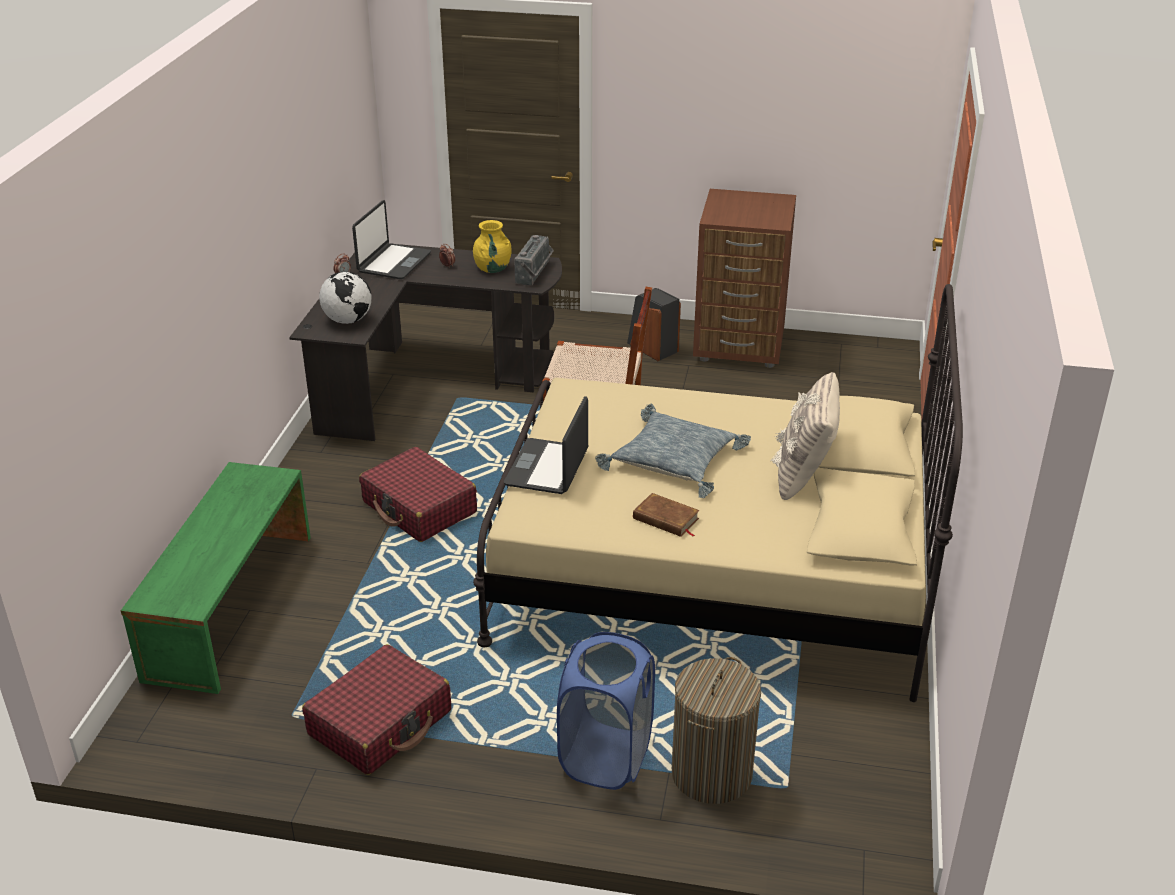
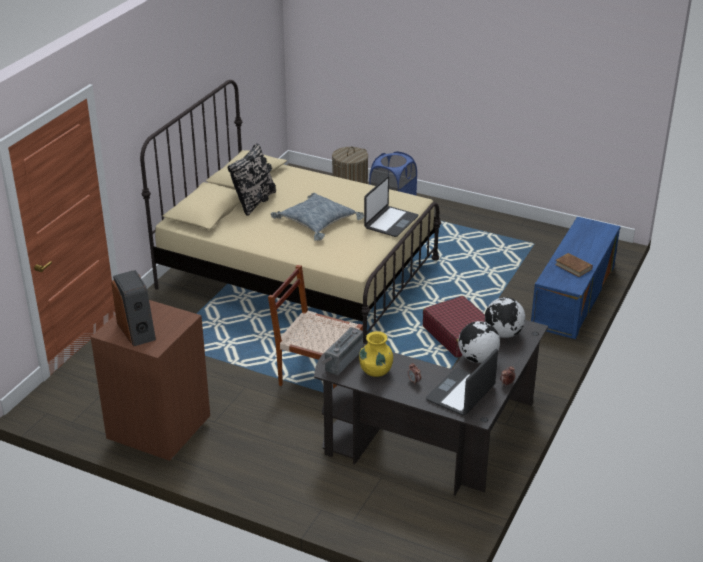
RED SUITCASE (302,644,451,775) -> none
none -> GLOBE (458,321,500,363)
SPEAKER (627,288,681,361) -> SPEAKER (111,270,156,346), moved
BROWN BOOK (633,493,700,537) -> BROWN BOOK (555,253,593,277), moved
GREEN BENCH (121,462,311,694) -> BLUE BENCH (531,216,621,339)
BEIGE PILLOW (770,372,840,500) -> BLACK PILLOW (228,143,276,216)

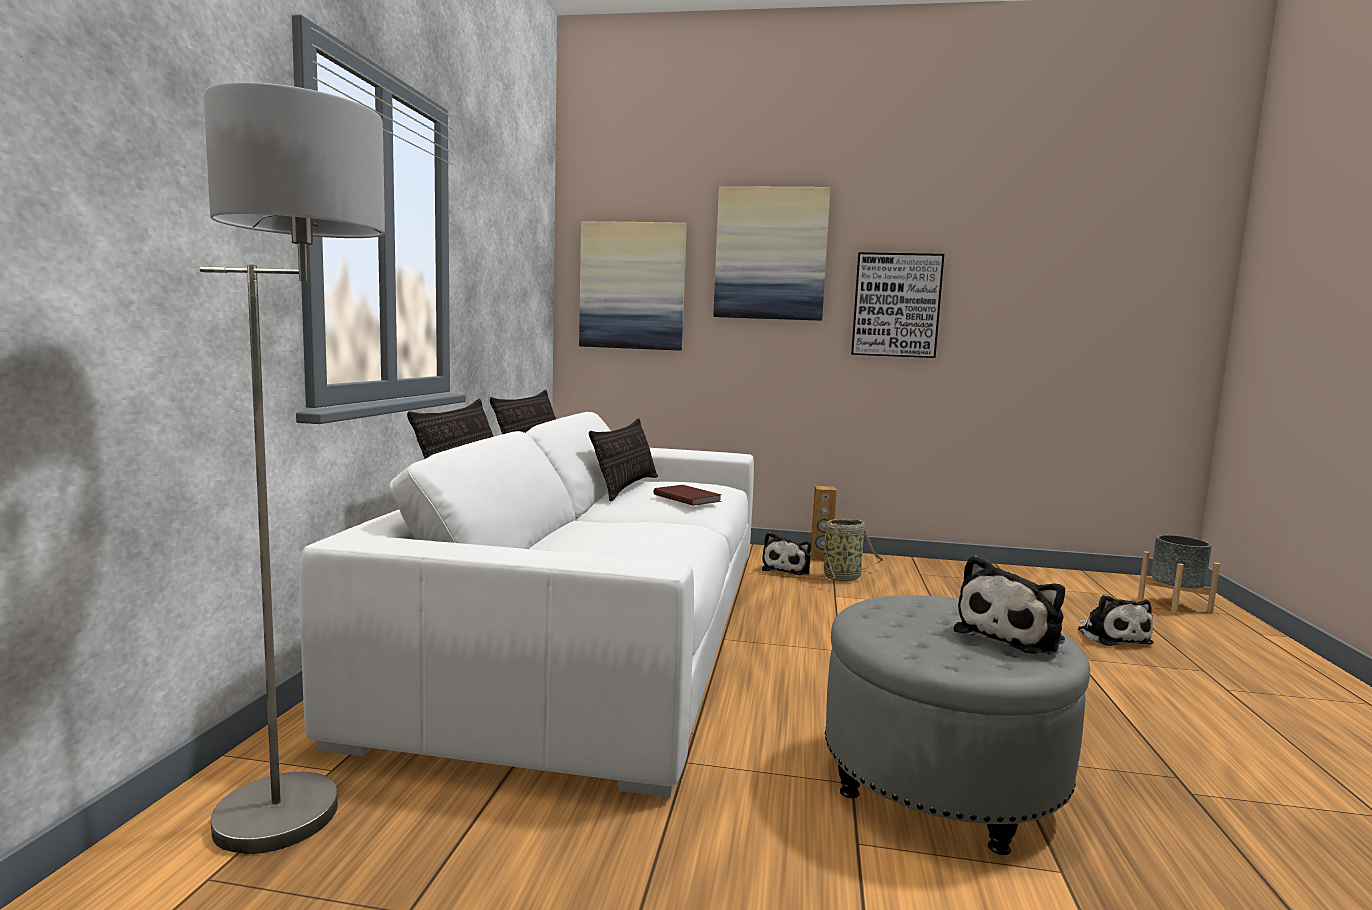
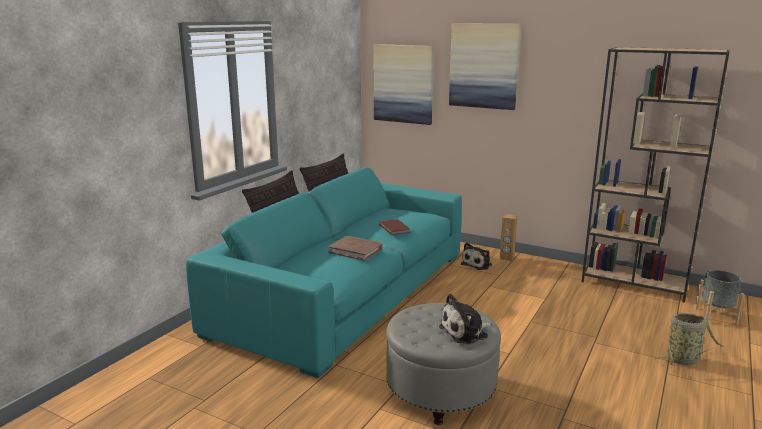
GREY FLOOR LAMP (200,82,385,854) -> none
PILLOW (589,418,658,502) -> none
PICTURE (851,252,944,358) -> none
PLUSH TOY (1078,595,1154,646) -> none
none -> BROWN BOOK (328,236,383,261)
none -> BOOKCASE (581,47,730,303)
BASKET (811,519,883,581) -> BASKET (655,313,724,366), moved
WHITE SOFA (300,412,754,798) -> TURQUOISE SOFA (186,167,462,378)

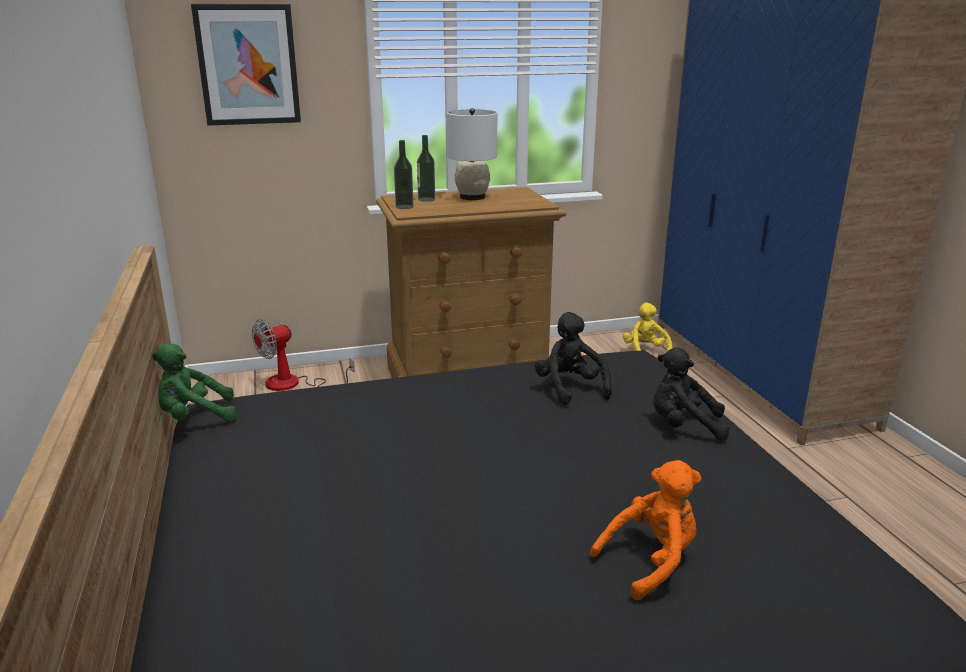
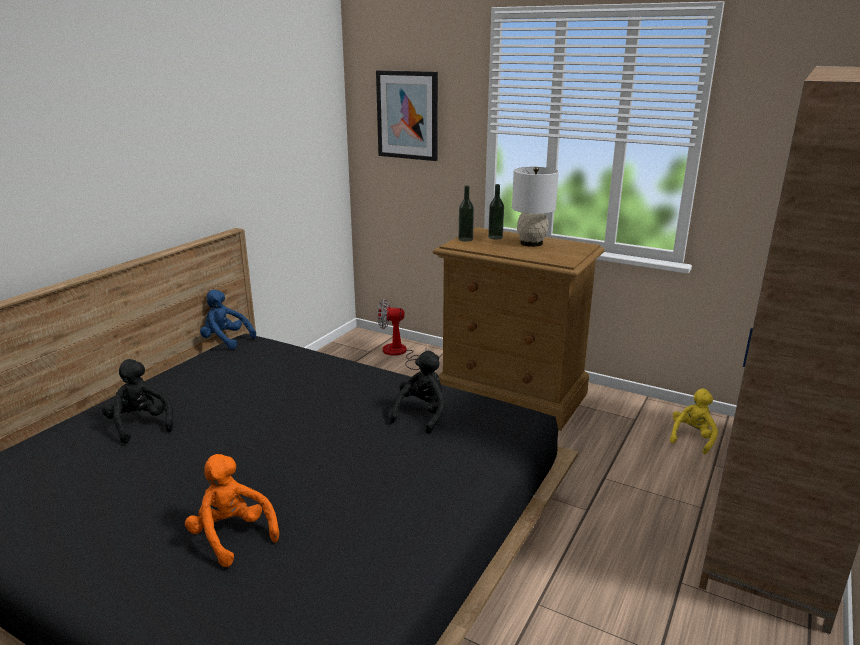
BLACK PLUSH TOY (653,347,729,441) -> BLACK PLUSH TOY (102,359,173,443), moved
GREEN PLUSH TOY (152,343,237,422) -> BLUE PLUSH TOY (200,290,256,349)
ORANGE PLUSH TOY (590,460,702,600) -> ORANGE PLUSH TOY (185,454,279,567), 150 degrees counterclockwise

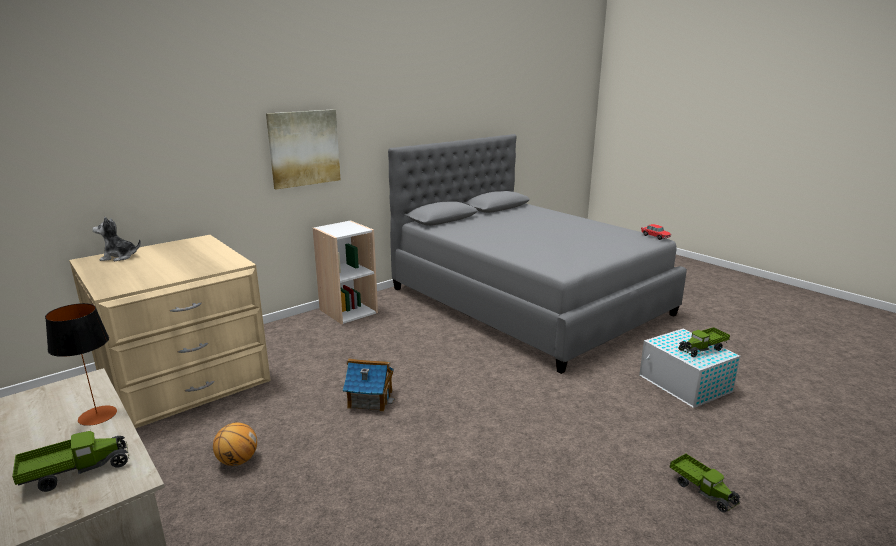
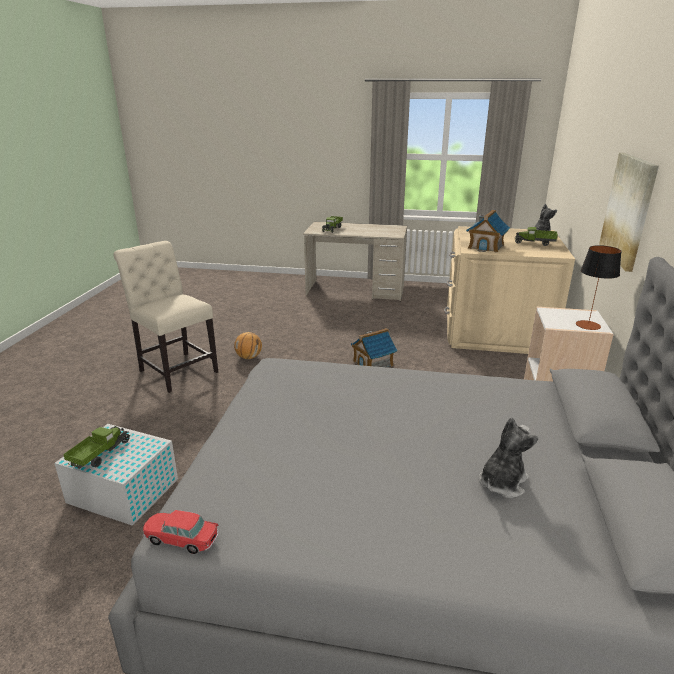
none -> BEIGE CHAIR (113,241,218,393)
none -> TOY HOUSE (466,209,510,253)
none -> PLUSH TOY (479,417,538,498)
TABLE LAMP (45,303,117,426) -> TABLE LAMP (576,245,621,330), moved
BASKETBALL (213,422,257,466) -> BASKETBALL (234,332,262,359), moved
TOY TRUCK (670,454,741,513) -> TOY TRUCK (515,227,558,246), moved

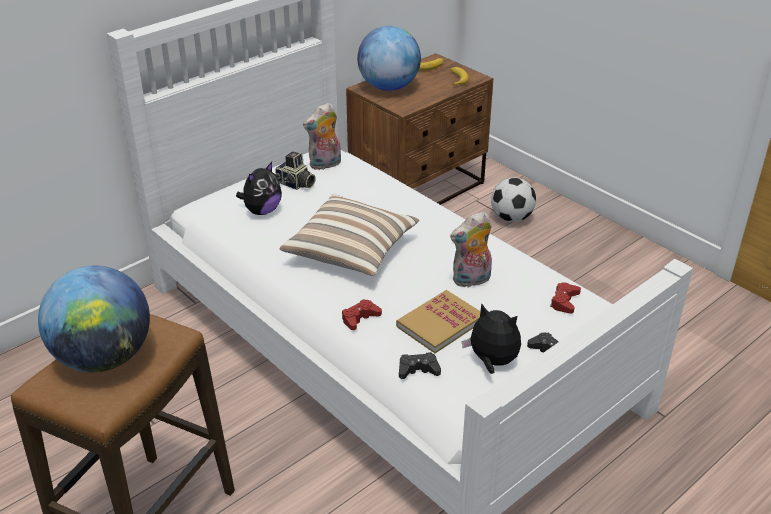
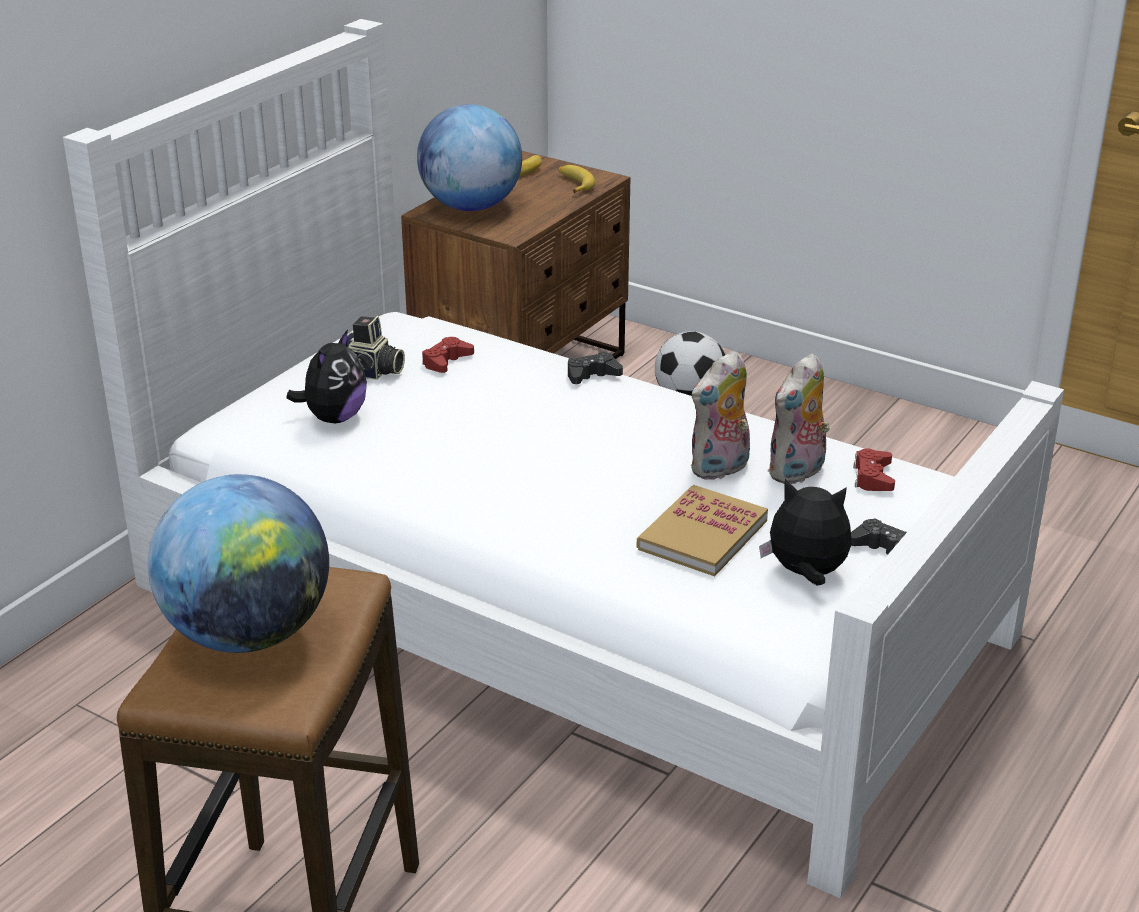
PILLOW (280,195,420,276) -> none
PLUSH TOY (303,103,341,170) -> PLUSH TOY (767,353,830,484), moved
RED GAME CONTROLLER (342,299,382,330) -> RED GAME CONTROLLER (422,337,474,373), moved
BLACK GAME CONTROLLER (399,352,441,379) -> BLACK GAME CONTROLLER (568,352,623,384), moved

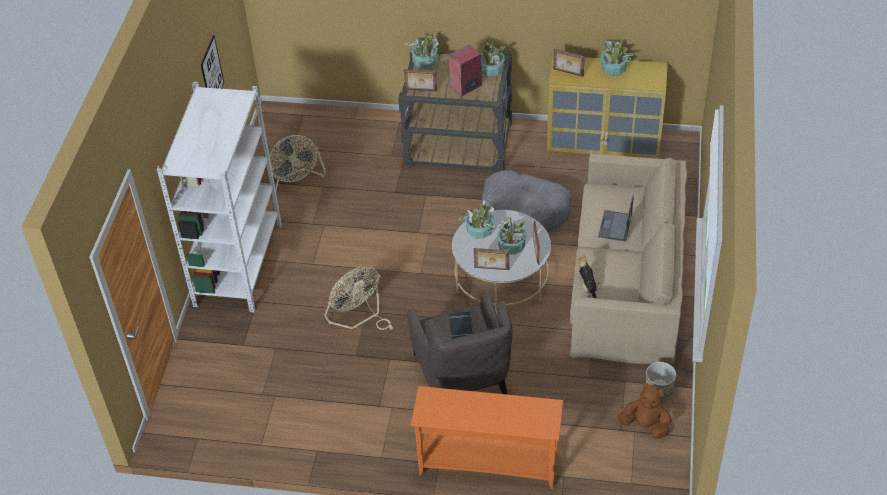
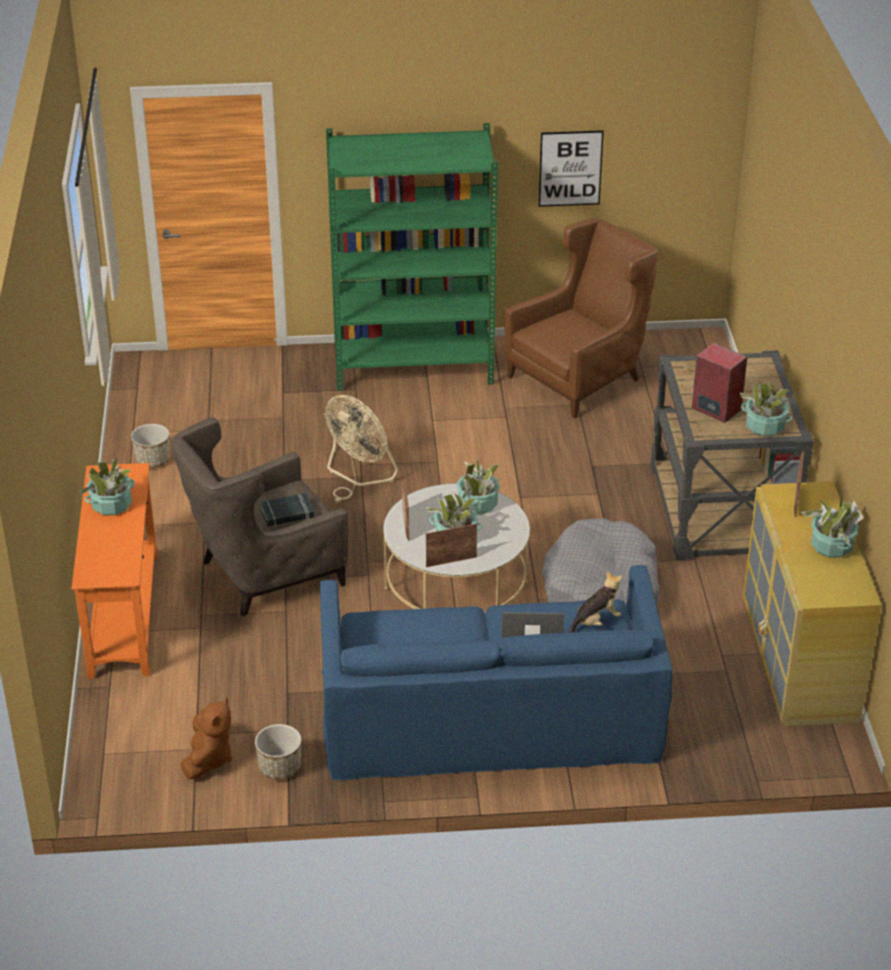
PICTURE FRAME (404,69,437,91) -> none
none -> PLANTER (131,424,170,468)
POTTED PLANT (405,31,439,68) -> POTTED PLANT (79,458,135,515), moved
PLUSH TOY (576,253,600,298) -> PLUSH TOY (568,571,622,633), moved
BEIGE FAN (270,135,326,193) -> BROWN ARMCHAIR (505,219,658,419)
WHITE BOOKCASE (157,82,282,312) -> GREEN BOOKCASE (326,123,498,391)
BEIGE SOFA (570,154,687,364) -> BLUE SOFA (320,565,672,780)

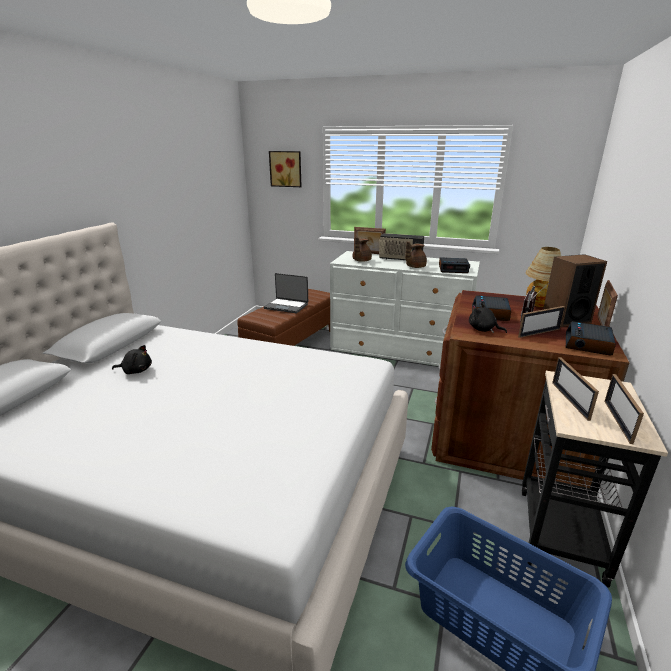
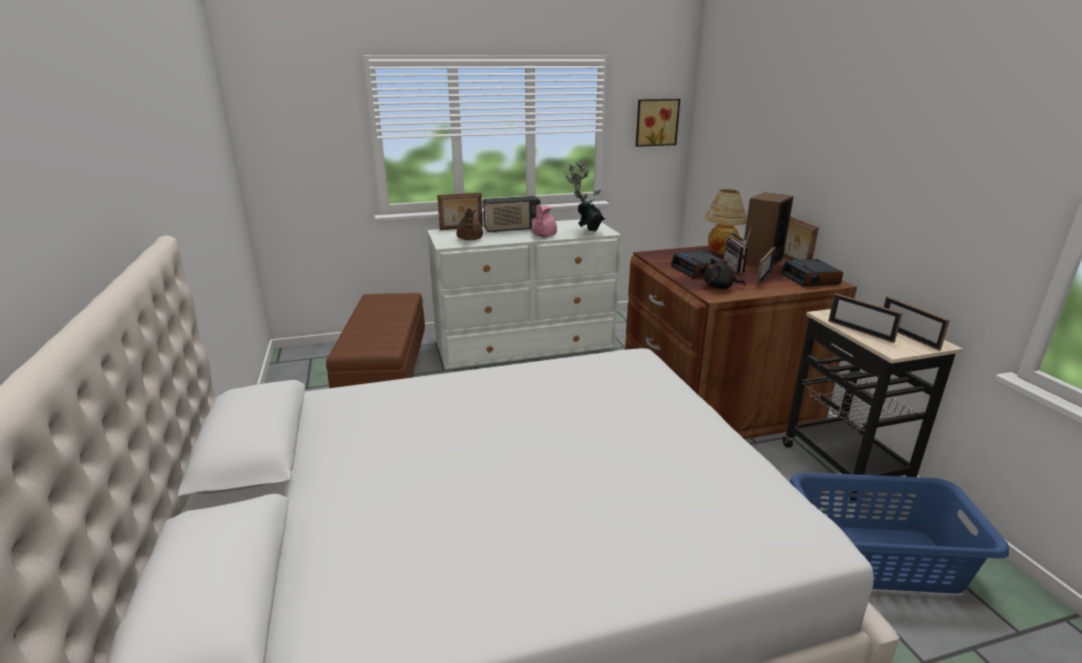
BLACK PLUSH TOY (112,345,152,374) -> none
LAPTOP (264,273,308,313) -> none
PICTURE (269,151,302,187) -> PICTURE (636,99,680,147), moved
ALARM CLOCK (439,258,470,273) -> POTTED PLANT (565,160,606,232)
BROWN TEAPOT (405,242,427,268) -> PINK TEAPOT (531,205,557,237)

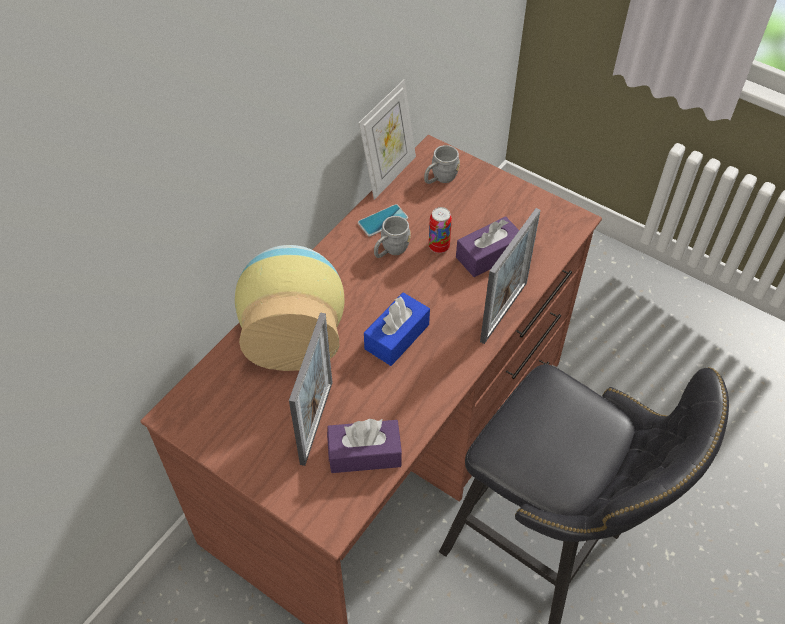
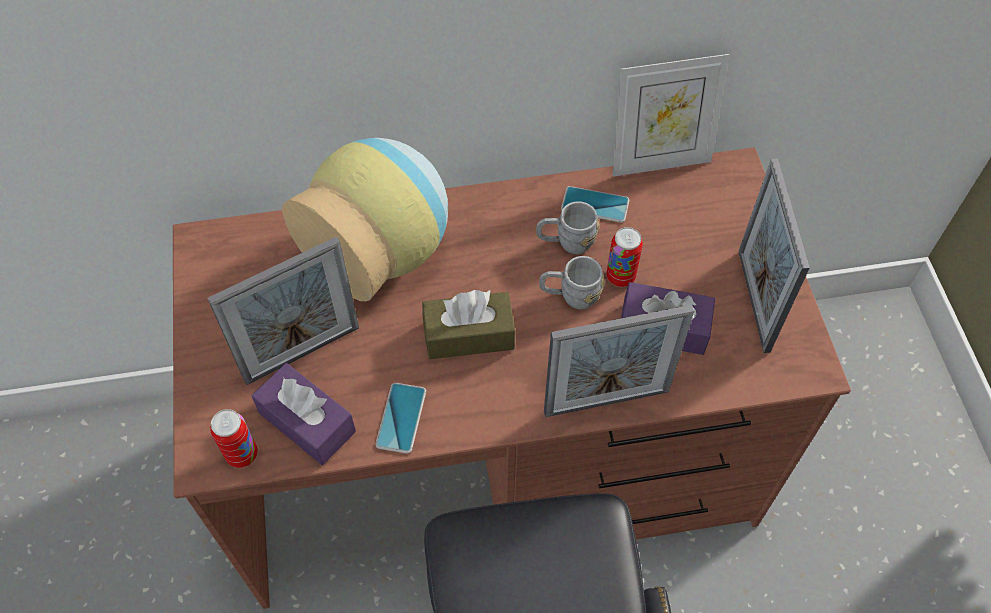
none -> CAN (210,409,258,468)
none -> PHONE (375,383,426,454)
none -> PICTURE FRAME (738,159,810,353)
GREY MUG (424,145,460,184) -> GREY MUG (539,256,605,310), moved
BLUE TISSUE BOX (364,292,430,366) -> BROWN TISSUE BOX (422,290,515,359)

